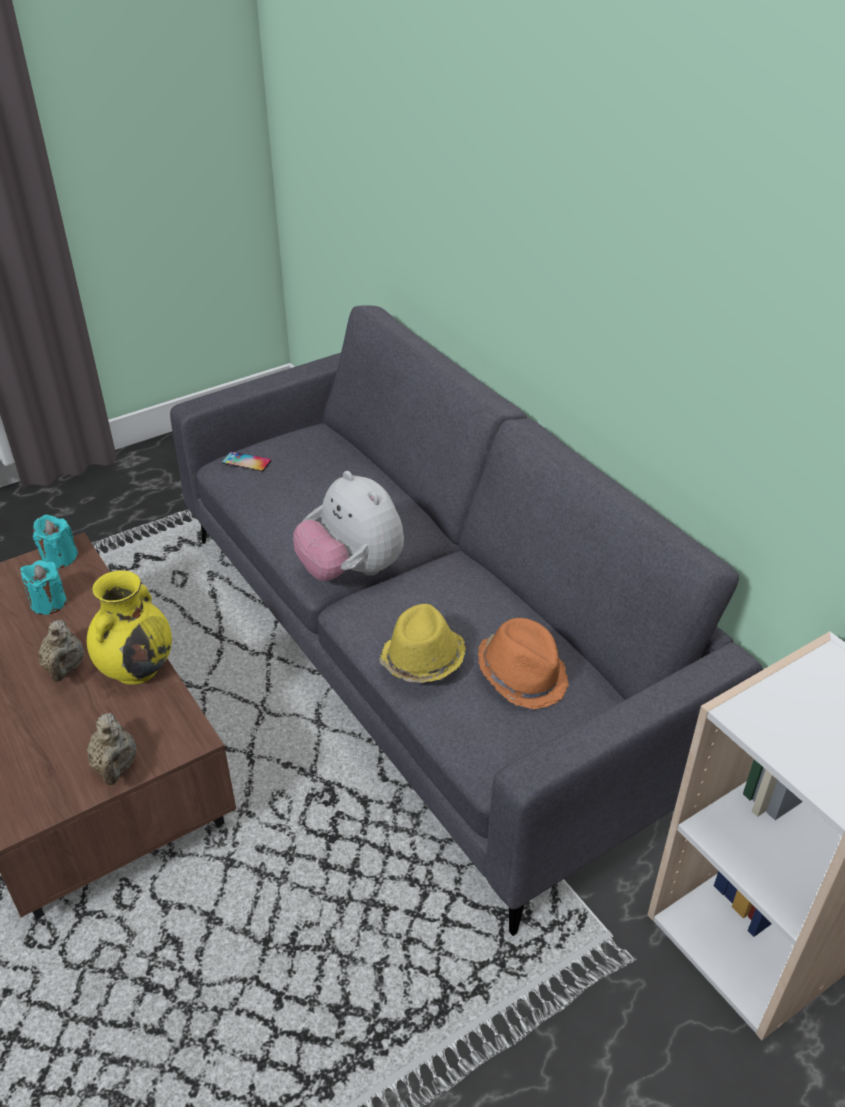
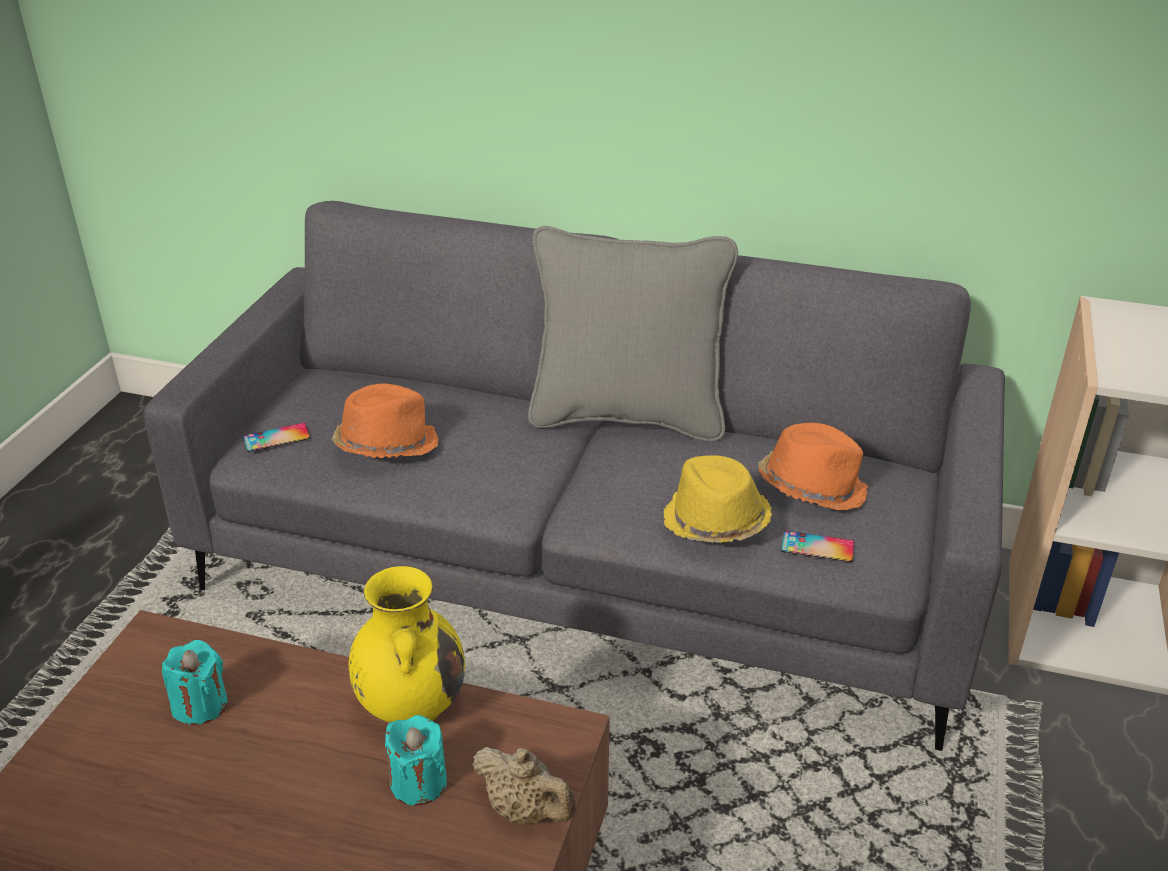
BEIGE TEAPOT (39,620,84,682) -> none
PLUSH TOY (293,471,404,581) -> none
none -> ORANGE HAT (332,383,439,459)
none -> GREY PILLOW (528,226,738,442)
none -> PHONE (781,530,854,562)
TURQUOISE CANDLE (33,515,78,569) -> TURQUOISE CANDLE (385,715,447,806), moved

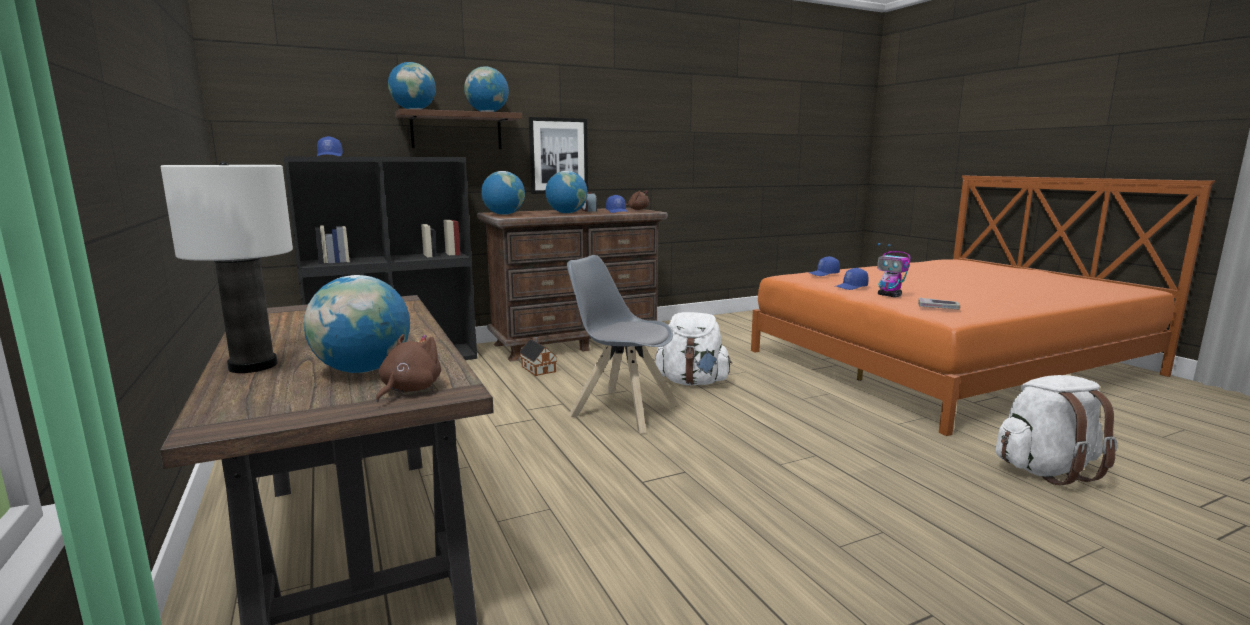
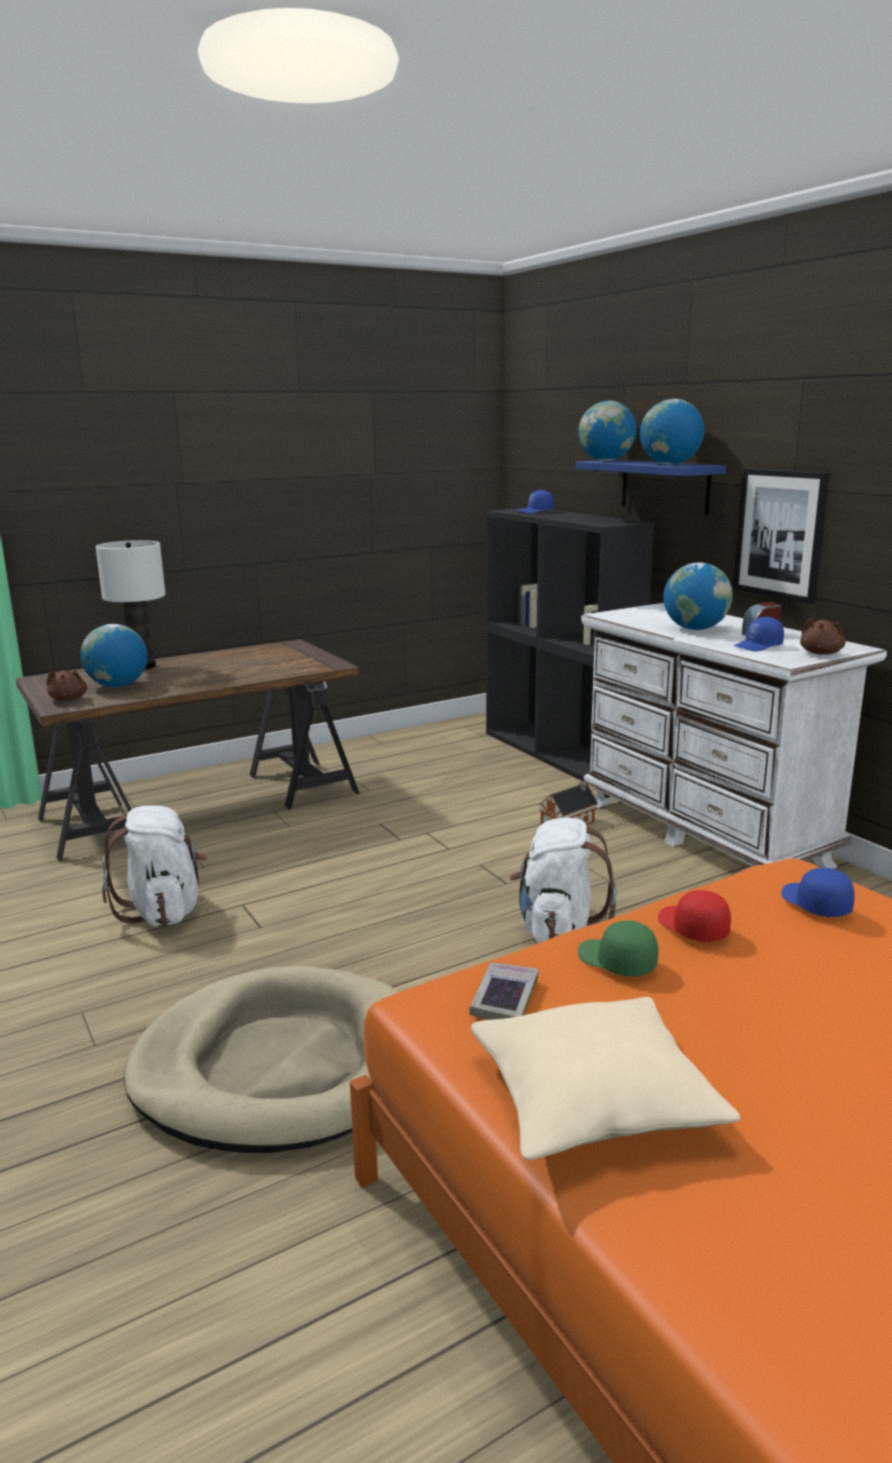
GLOBE (481,171,525,215) -> none
GREY CHAIR (567,255,680,433) -> none
none -> BEIGE DOG BED (124,966,399,1153)
none -> BEIGE PILLOW (471,997,740,1160)
WHITE BACKPACK (996,375,1117,485) -> WHITE BACKPACK (102,805,207,927), moved
TOY ROBOT (877,243,911,297) -> GREEN CAP (578,921,658,977)
BROWN SHELF (395,109,522,149) -> BLUE SHELF (575,460,726,516)
BROWN DRESSER (477,208,668,362) -> WHITE DRESSER (581,603,887,869)
BLUE CAP (835,268,869,290) -> RED CAP (658,890,731,942)
BROWN PLUSH TOY (376,334,441,402) -> BROWN PLUSH TOY (47,670,87,701), 60 degrees clockwise

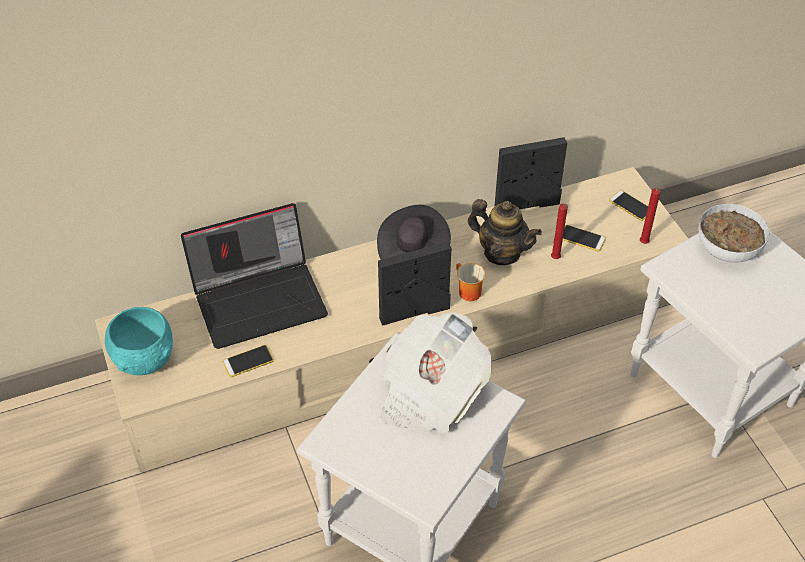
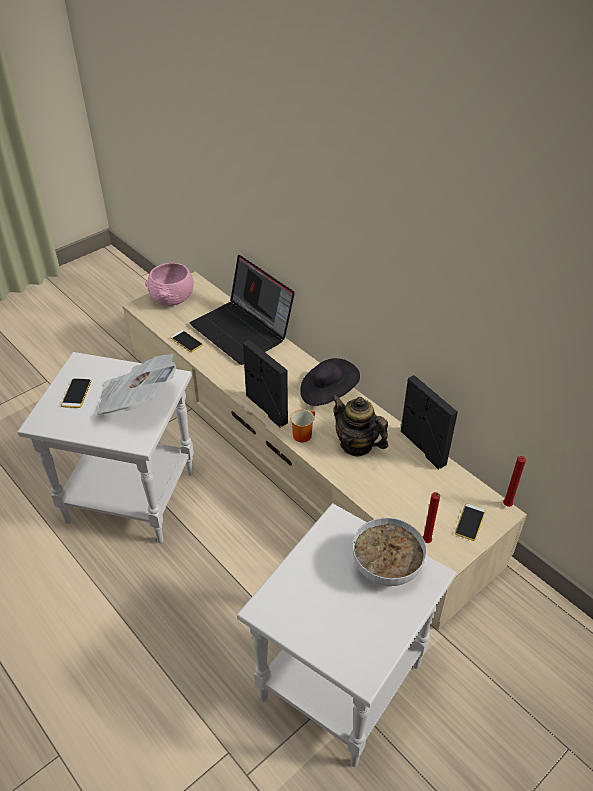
RED CANDLE (551,204,568,259) -> RED CANDLE (503,456,526,507), moved
PHONE (563,225,606,251) -> PHONE (61,378,92,408), moved
TURQUOISE BOWL (105,307,173,375) -> PINK BOWL (145,263,194,306)
TEAPOT (468,199,542,265) -> TEAPOT (331,394,388,456), 120 degrees clockwise

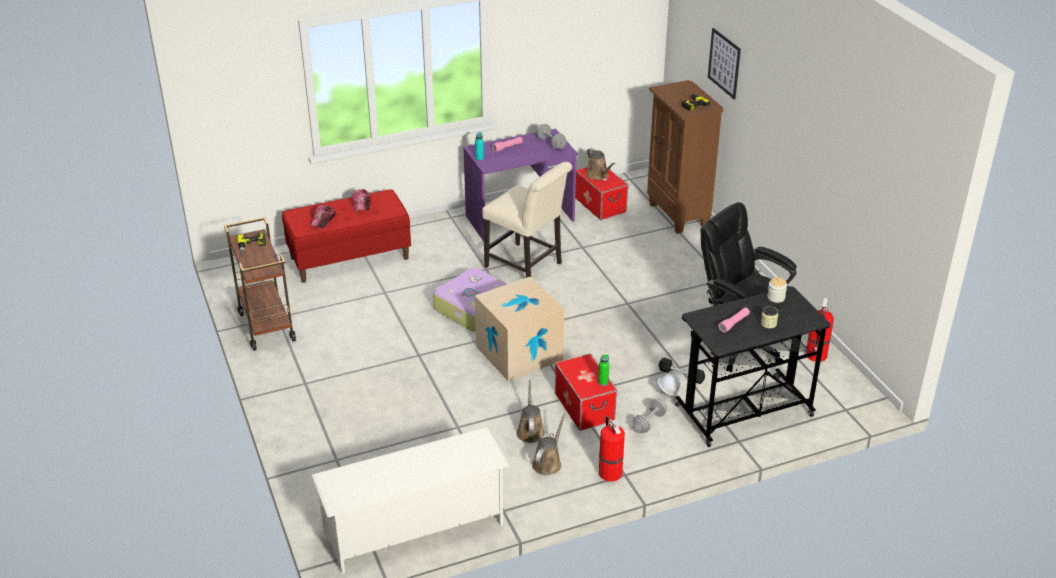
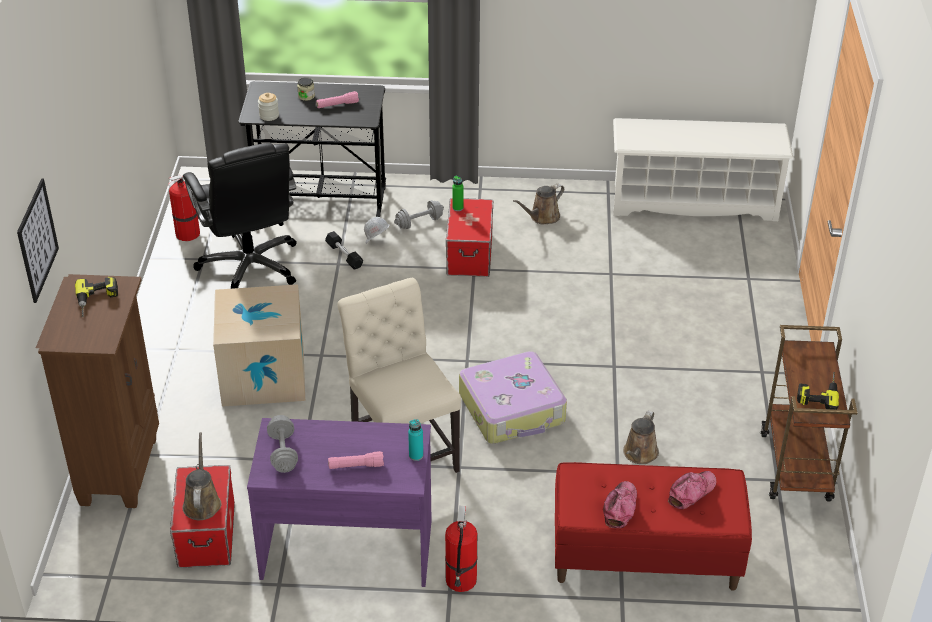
CARDBOARD BOX (475,277,564,381) -> CARDBOARD BOX (213,284,305,407), moved
BROWN WATERING CAN (517,380,545,443) -> BROWN WATERING CAN (623,411,659,464), moved
FIRE EXTINGUISHER (599,416,625,482) -> FIRE EXTINGUISHER (445,506,477,592), moved

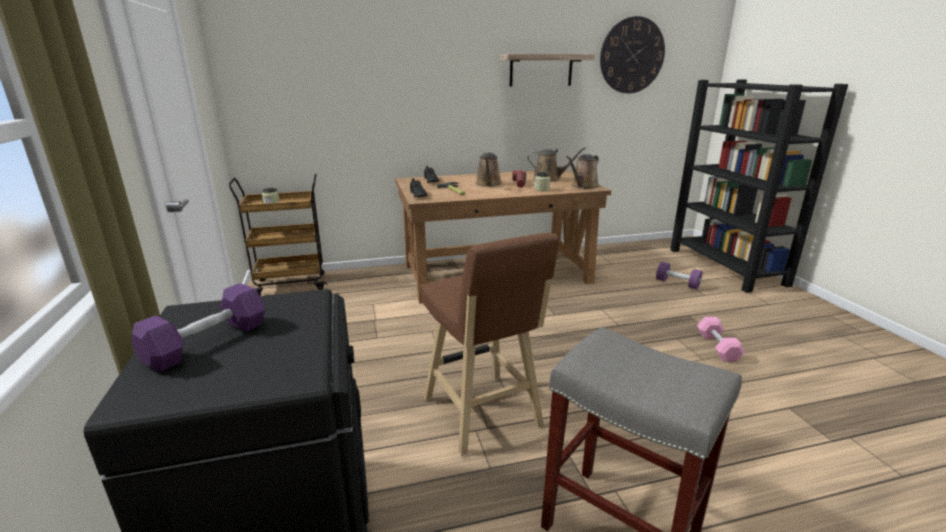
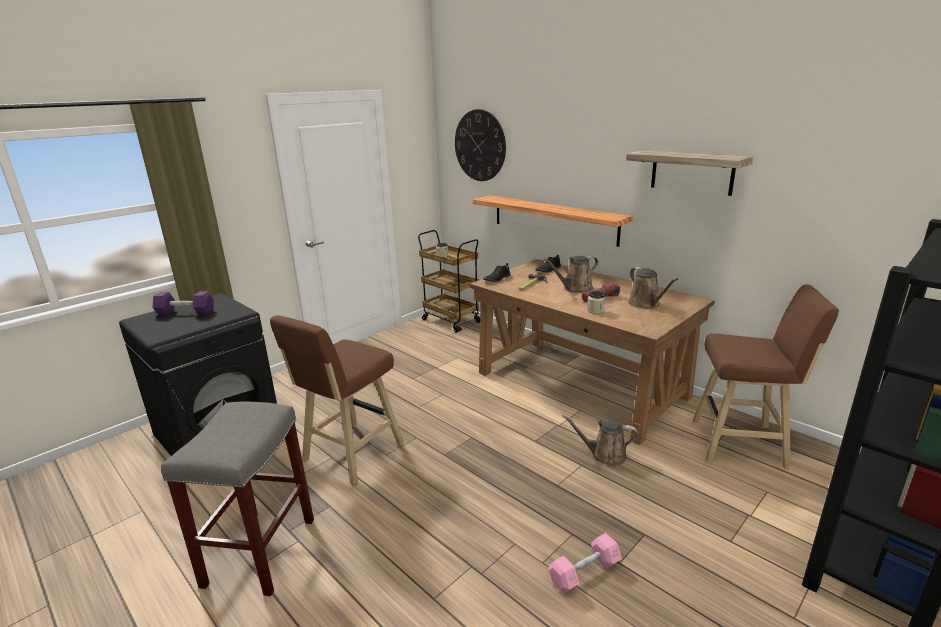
PURPLE DUMBBELL (656,262,702,289) -> none
none -> SHELF (473,195,633,247)
none -> BROWN STOOL (693,284,839,469)
BROWN WATERING CAN (566,154,599,189) -> BROWN WATERING CAN (562,415,638,466), moved
WALL CLOCK (600,16,665,93) -> WALL CLOCK (455,109,506,181), moved

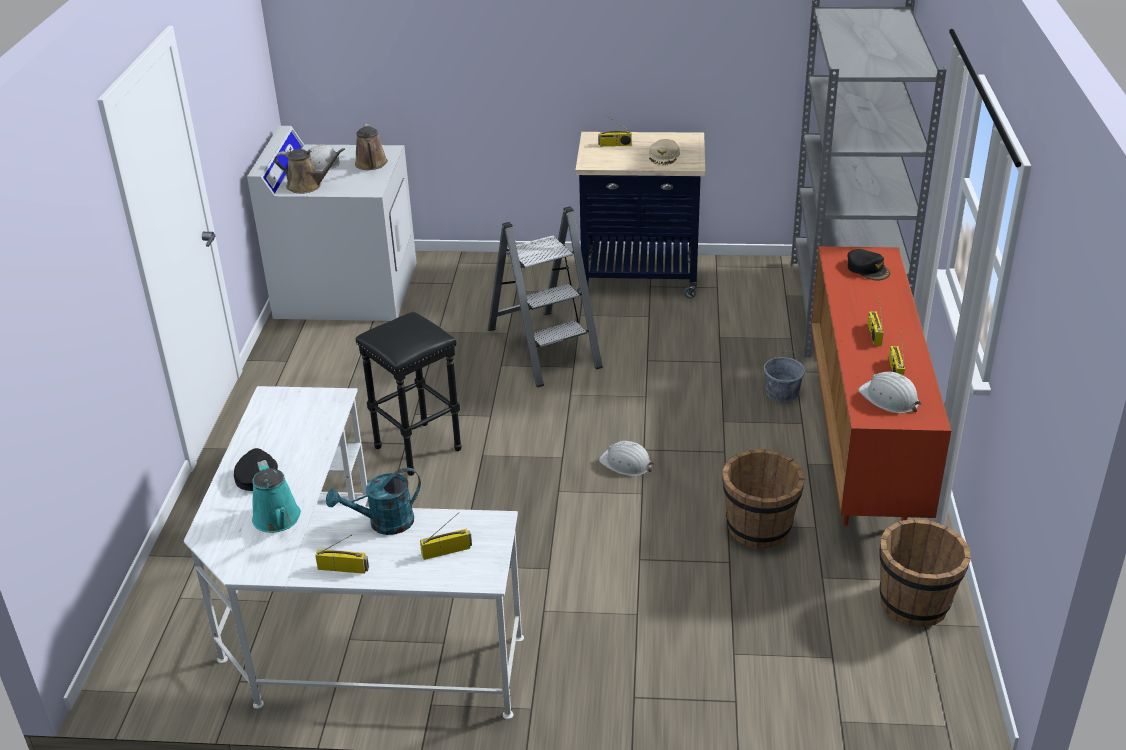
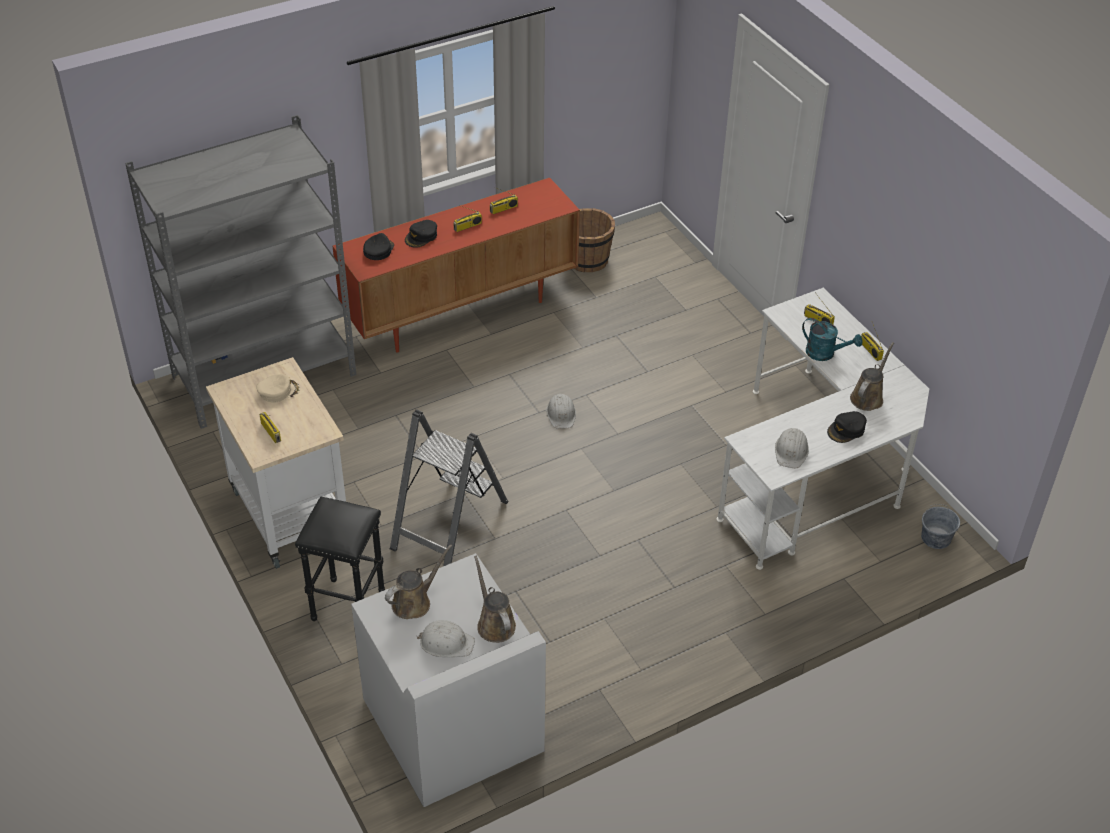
BROWN BUCKET (722,449,805,549) -> none
none -> BLACK CAP (405,220,437,248)
BLACK STOOL (356,312,461,476) -> BLACK STOOL (295,497,385,621), moved
GREY BUCKET (764,351,805,402) -> GREY BUCKET (921,504,960,549), moved
WHITE HARD HAT (858,372,921,413) -> WHITE HARD HAT (775,428,809,468), moved
TURQUOISE WATERING CAN (252,460,301,533) -> BROWN WATERING CAN (850,342,894,411)
BLUE CART (575,132,705,299) -> WHITE CART (206,357,346,569)

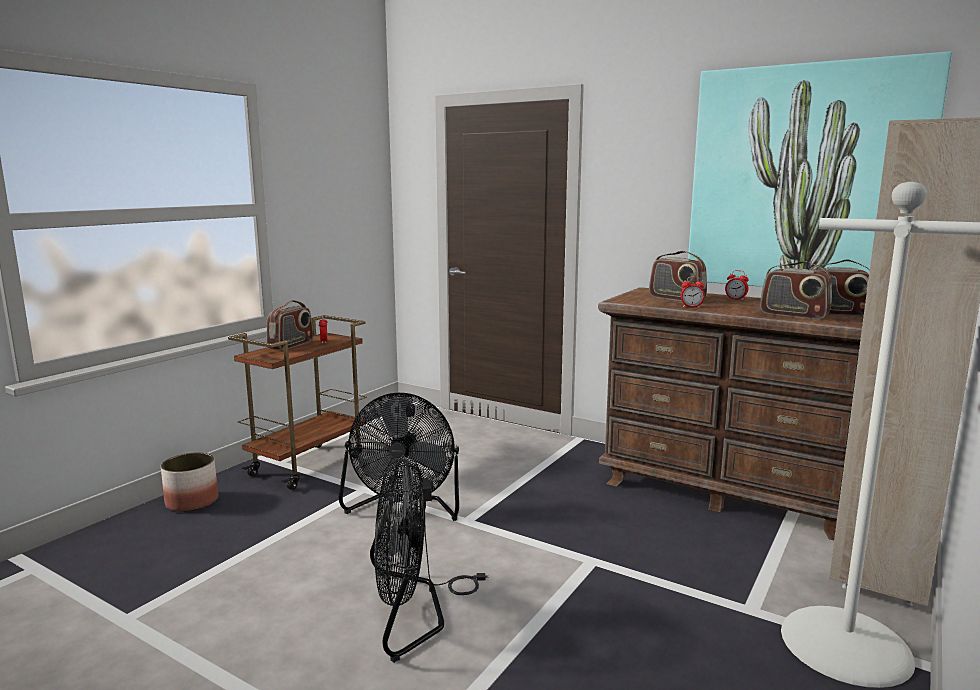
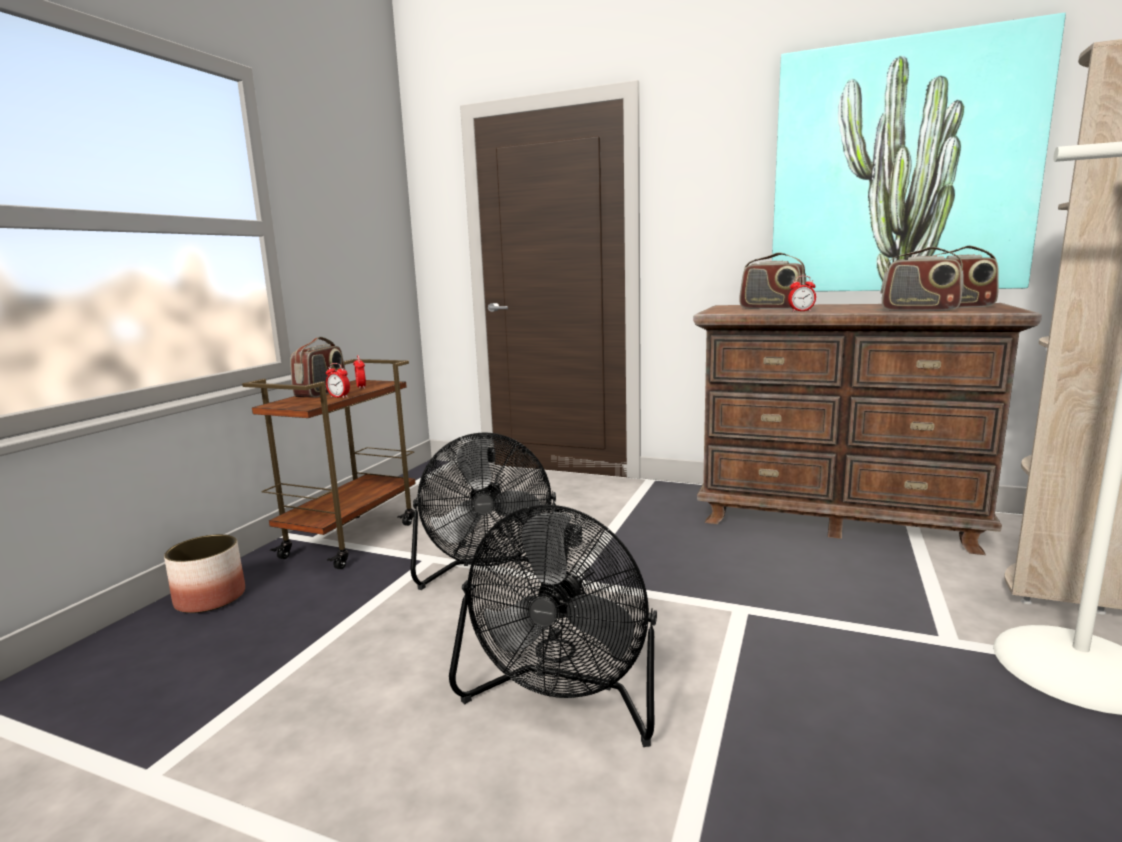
ALARM CLOCK (725,270,749,300) -> ALARM CLOCK (326,363,350,398), moved
BLACK FAN (370,458,488,663) -> BLACK FAN (449,505,657,747), 45 degrees counterclockwise

